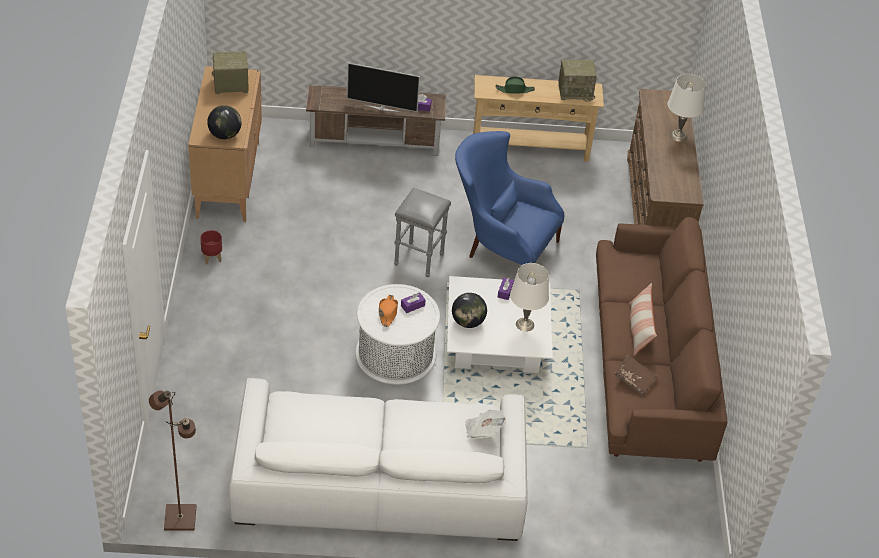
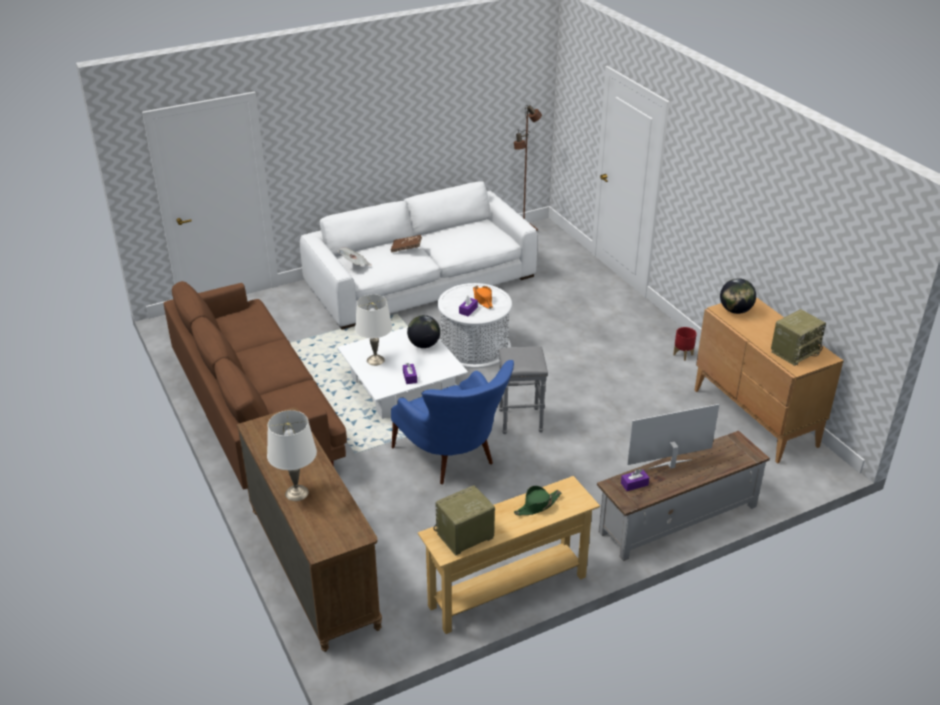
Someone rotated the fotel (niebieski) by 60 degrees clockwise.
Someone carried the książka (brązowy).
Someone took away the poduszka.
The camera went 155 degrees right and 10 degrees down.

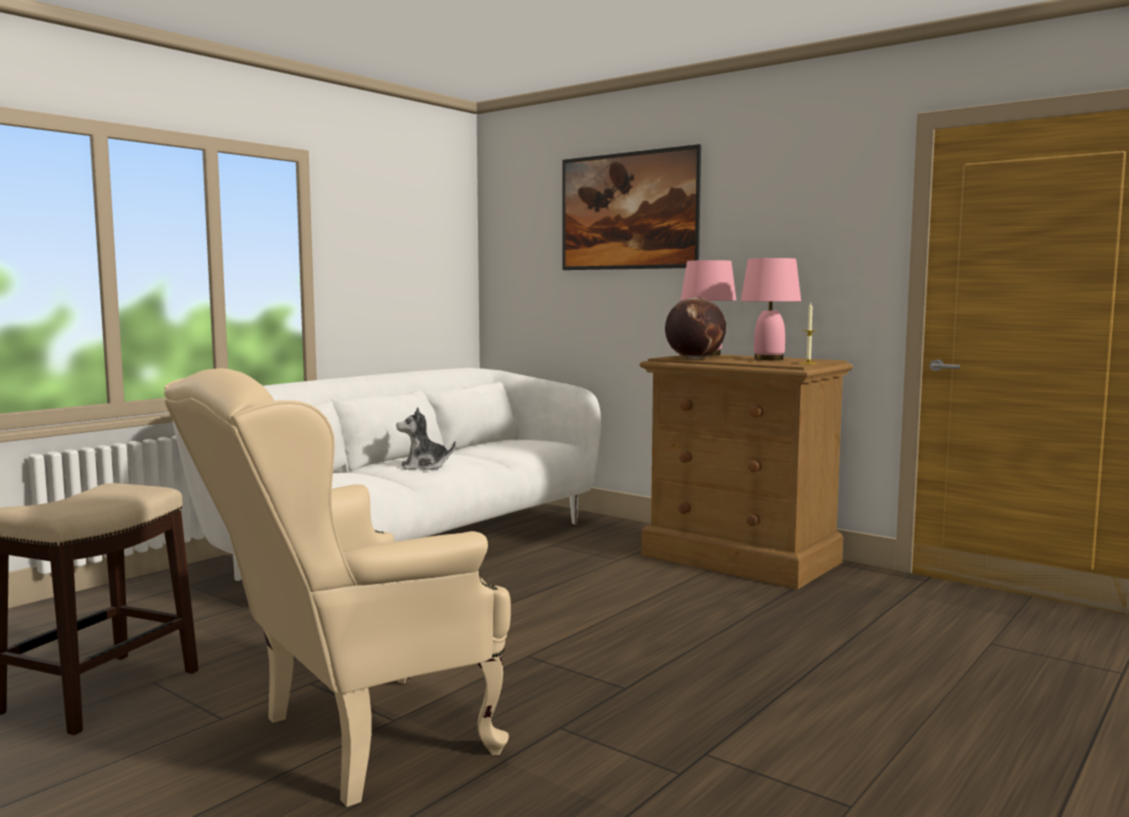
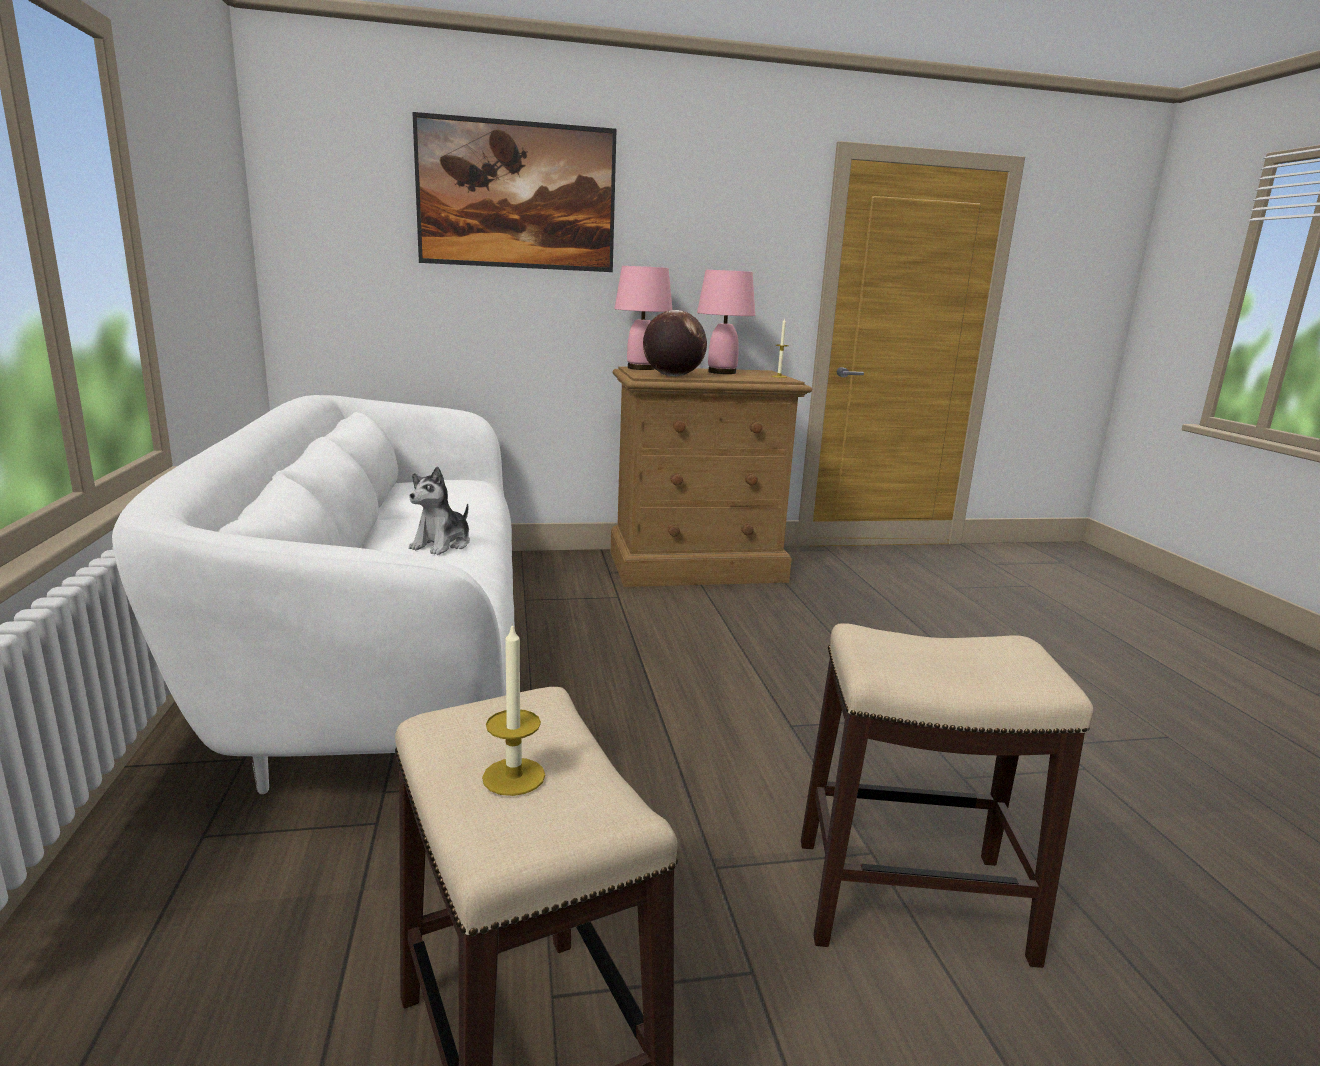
Someone swapped the fotel (beżowy) for the stołek (2nd from left).
Someone put down the świeca (1st from left).
The camera went 50 degrees left and 10 degrees up.

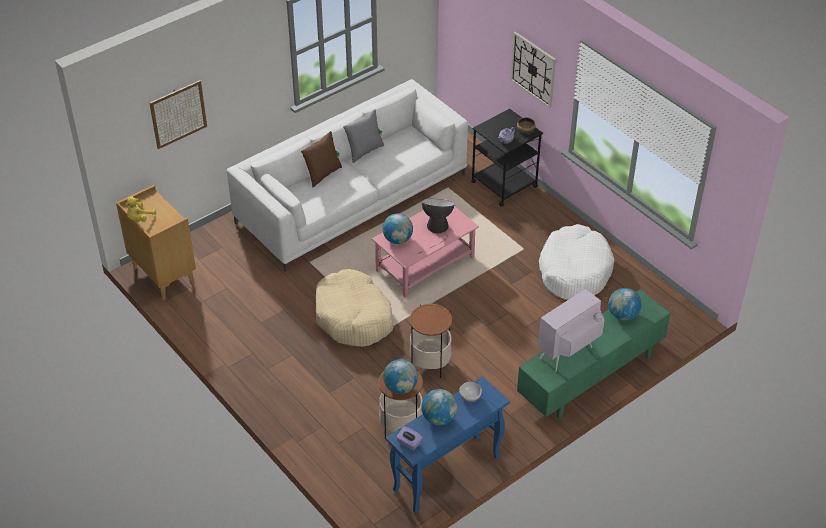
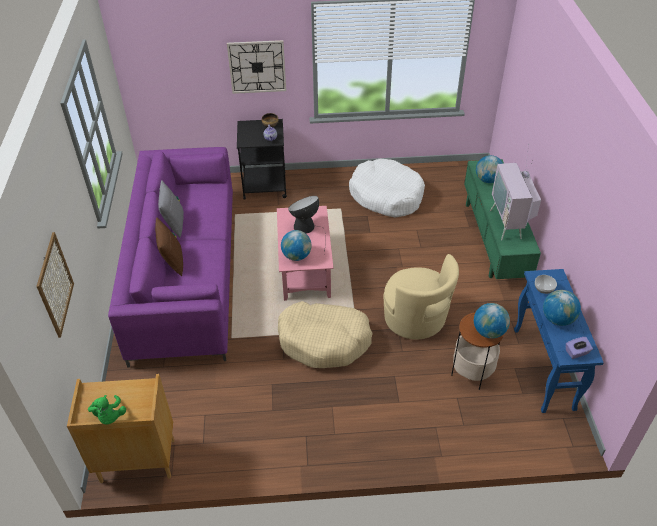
Someone repainted the pluszak (żółty), which became the pluszak (zielony).
Someone repainted the kanapa (biały), which became the kanapa (fioletowy).
Someone swapped the stolik (2nd from left) for the fotel (beżowy).
The camera went 55 degrees left and 0 degrees up.

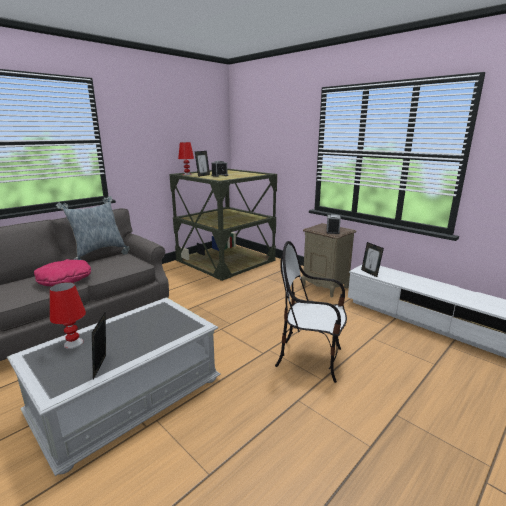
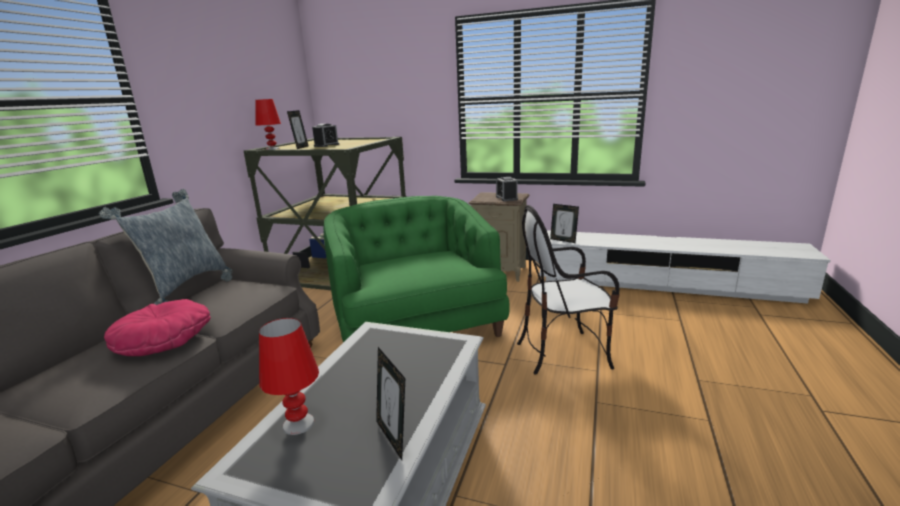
Someone put down the fotel (zielony).
The camera went 25 degrees left and 0 degrees up.

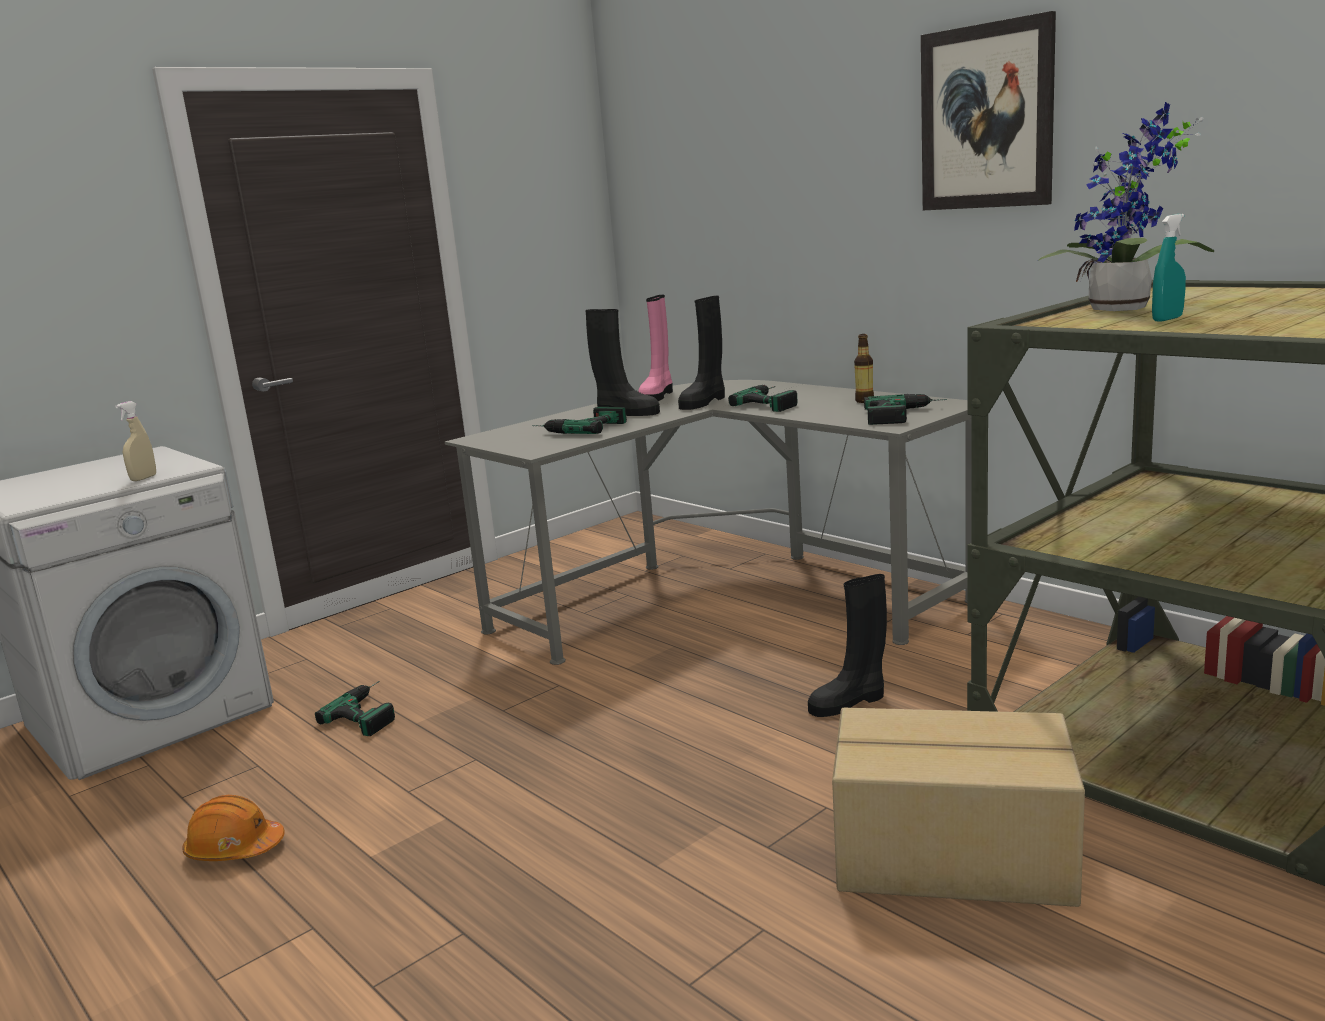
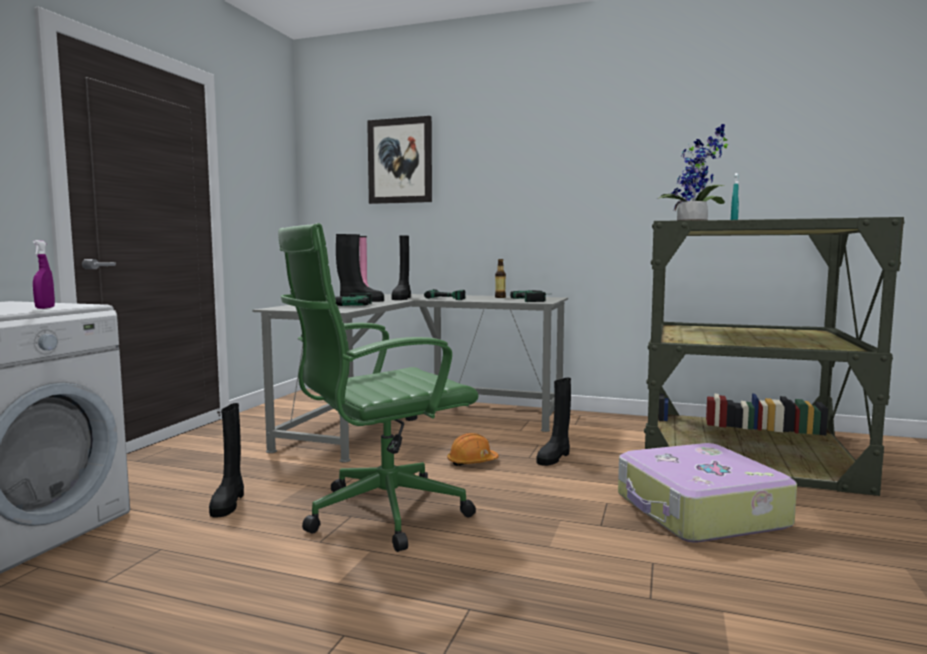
Someone repainted the spryskiwacz (beżowy), which became the spryskiwacz (fioletowy).
Someone carried the kask (pomarańczowy).
Someone swapped the wiertarka (1st from left) for the but z cholewką (czarny) (1st from left).
Someone swapped the karton for the walizka.
Someone carried the obraz.
Someone put down the krzesło biurowe (zielony).
The camera went 30 degrees left and 10 degrees down.

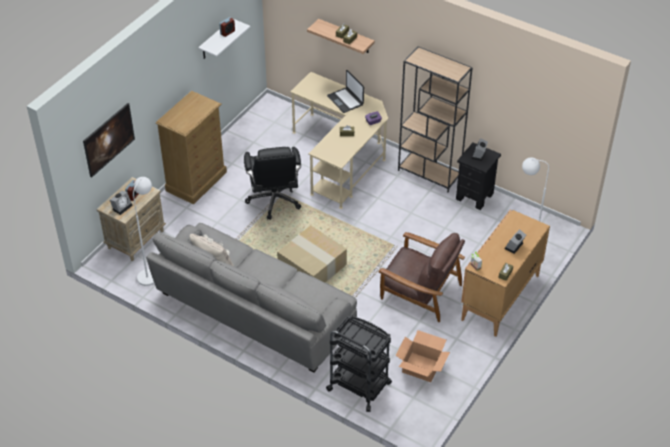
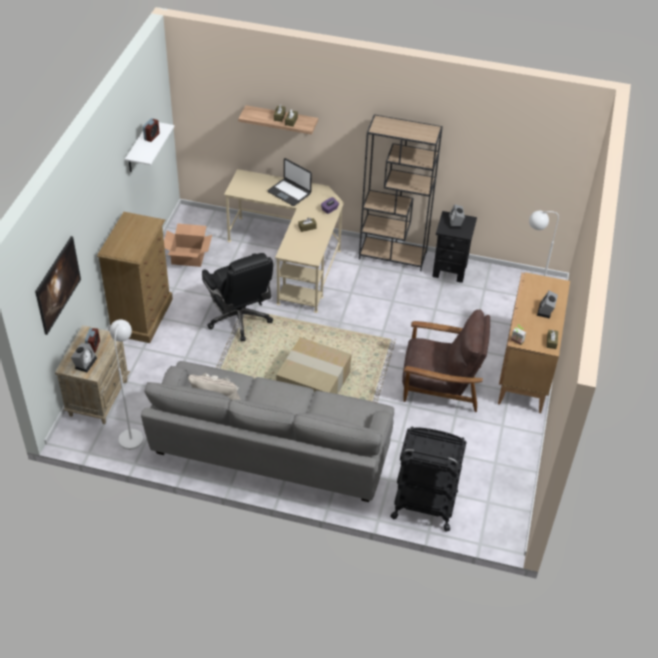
Someone carried the karton (2nd from left in the first image).
The camera went 20 degrees left and 0 degrees up.

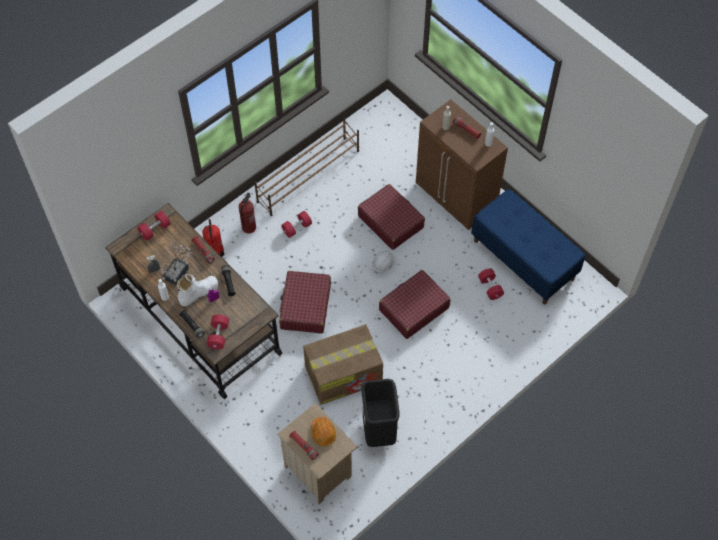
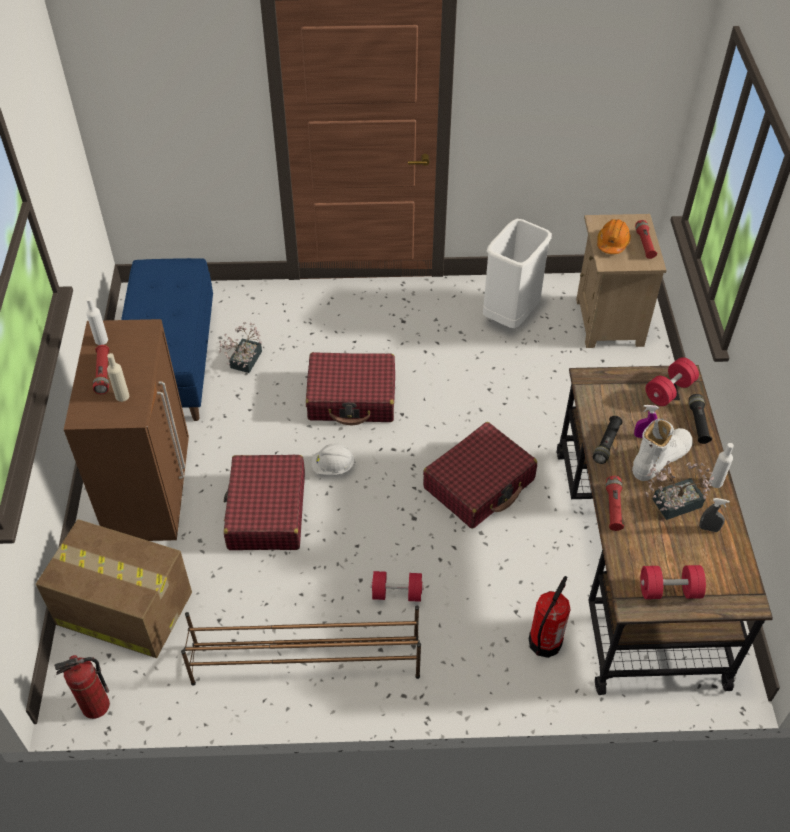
Someone rotated the but z cholewką (biały) by 135 degrees clockwise.
Someone carried the gaśnica (2nd from left in the first image).
Someone carried the karton.
Someone repainted the kosz na śmieci (czarny), which became the kosz na śmieci (biały).
Someone swapped the hantel (czerwony) (4th from left) for the roślina doniczkowa (1st from left).
The camera went 140 degrees left and 10 degrees down.

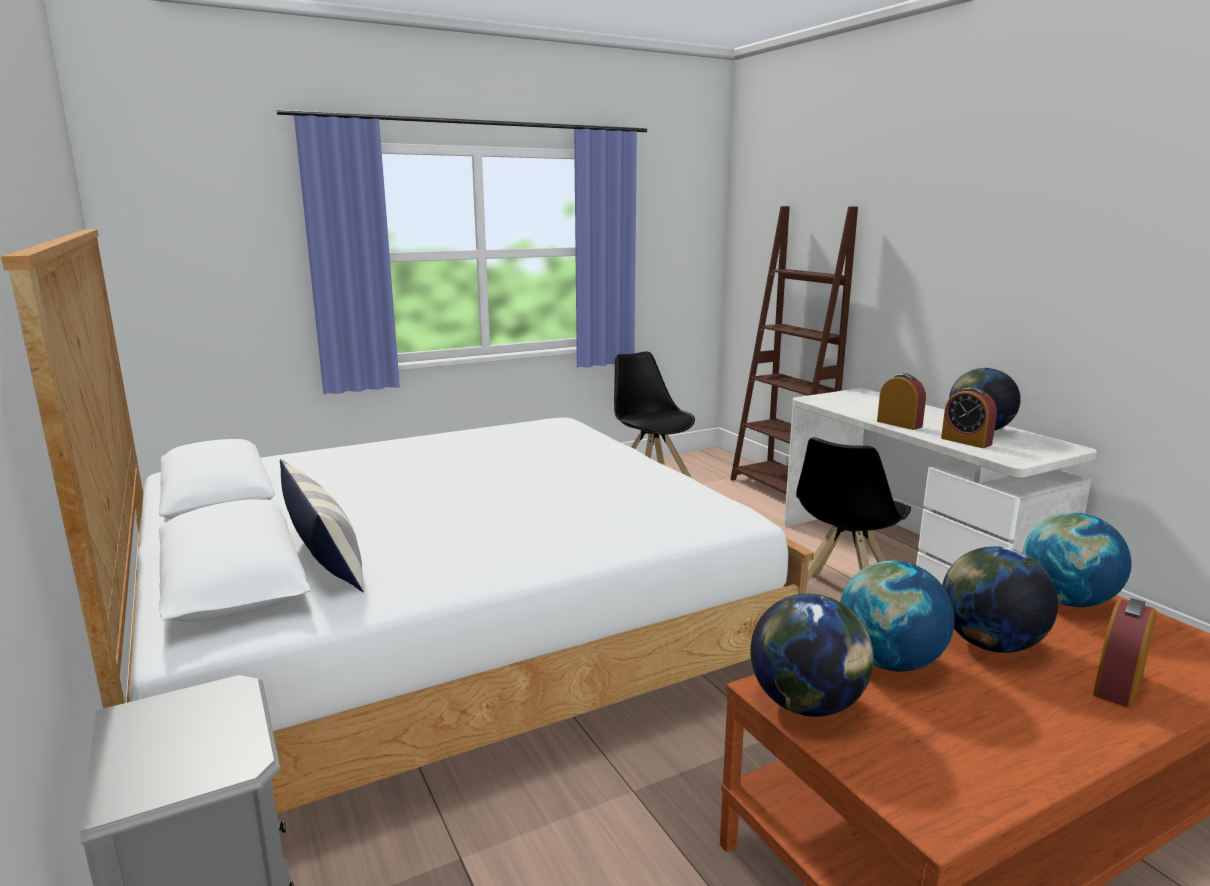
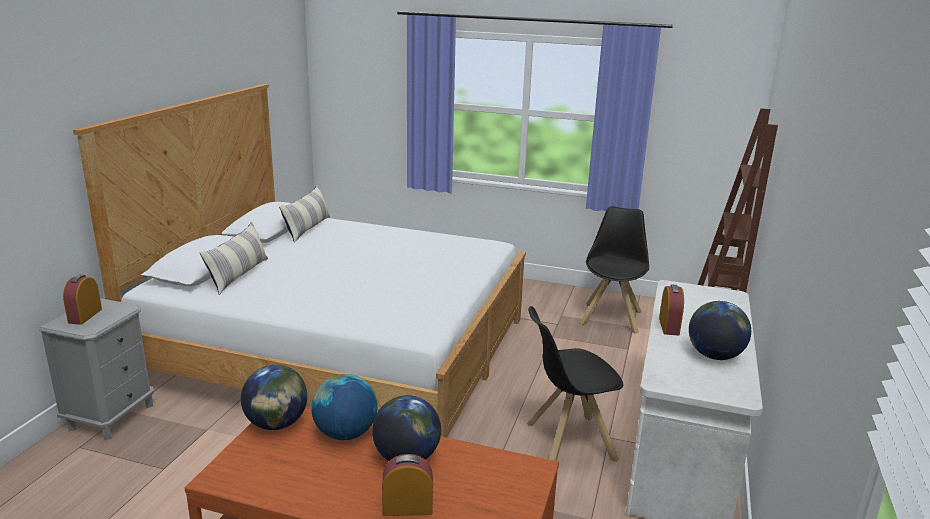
Someone carried the budzik (2nd from left in the first image).
Someone took away the globus (5th from left).
Someone put down the poduszka (2nd from left).
The camera went 45 degrees right and 5 degrees up.

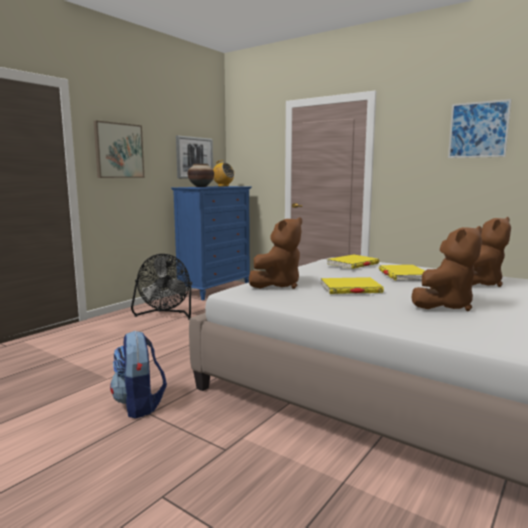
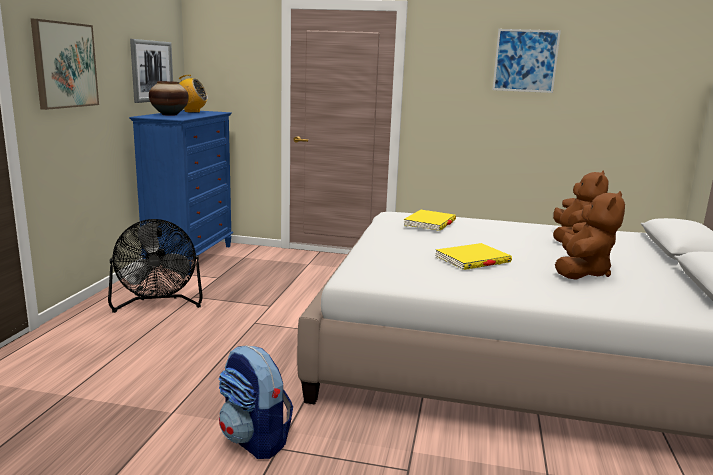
Someone took away the pluszak (brązowy) (1st from left).
Someone took away the książka (żółty) (3rd from left).
The camera went 25 degrees left and 5 degrees up.

